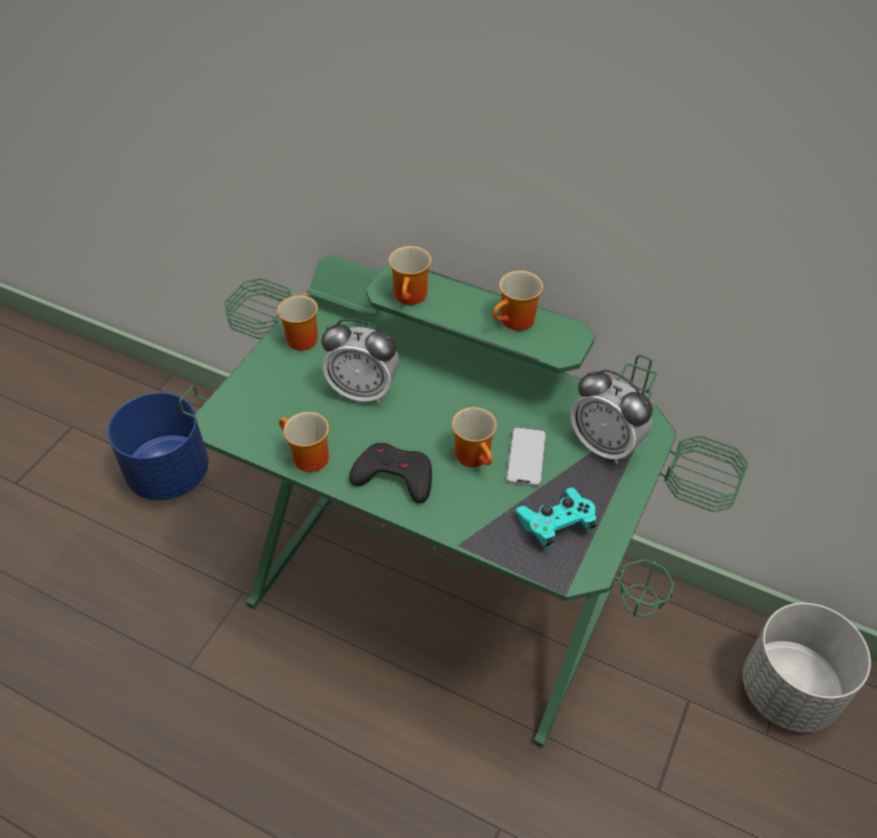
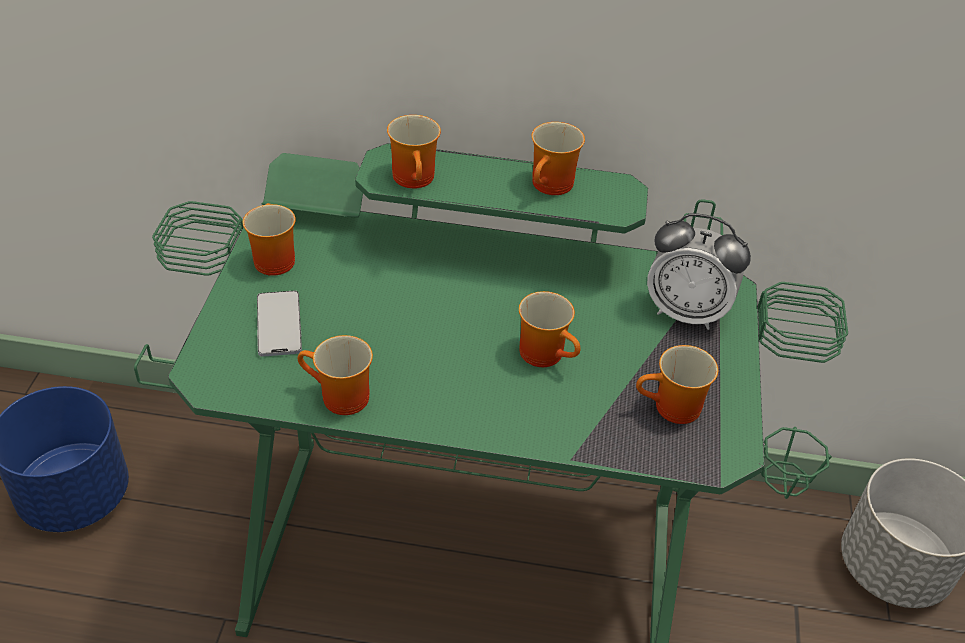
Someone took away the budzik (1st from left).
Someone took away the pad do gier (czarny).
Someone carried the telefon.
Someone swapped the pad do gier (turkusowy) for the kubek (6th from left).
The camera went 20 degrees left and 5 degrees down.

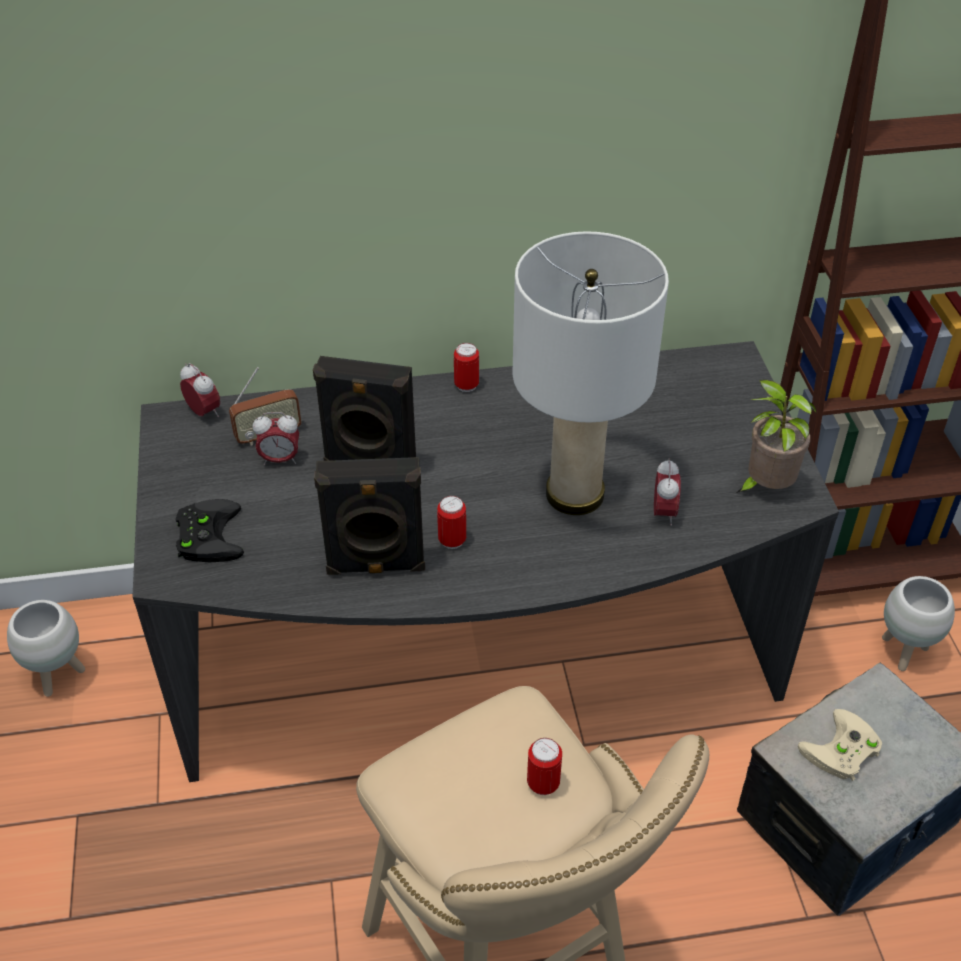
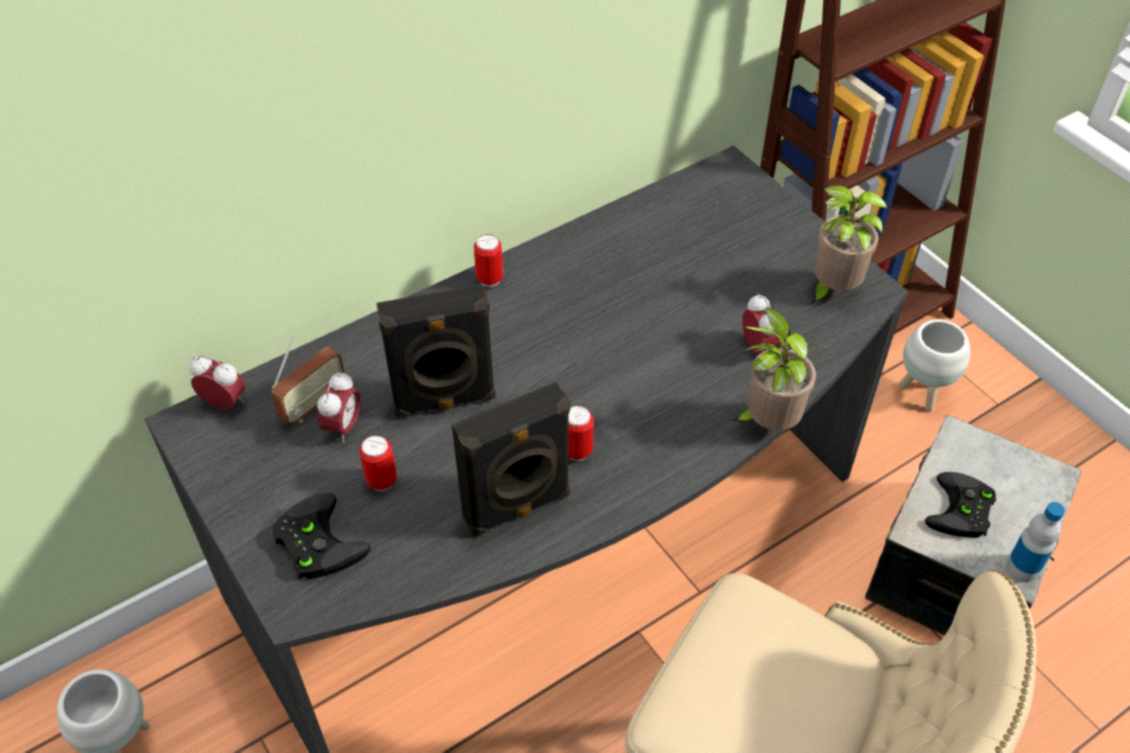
Someone rotated the budzik (2nd from left) by 45 degrees counterclockwise.
Someone took away the lampa stołowa (biały).
Someone carried the puszka (3rd from left in the first image).
Someone repainted the pad do gier (beżowy), which became the pad do gier (czarny) (2nd from left).
Someone put down the roślina doniczkowa (1st from left).
Someone put down the butelka.
The camera went 25 degrees left and 5 degrees up.

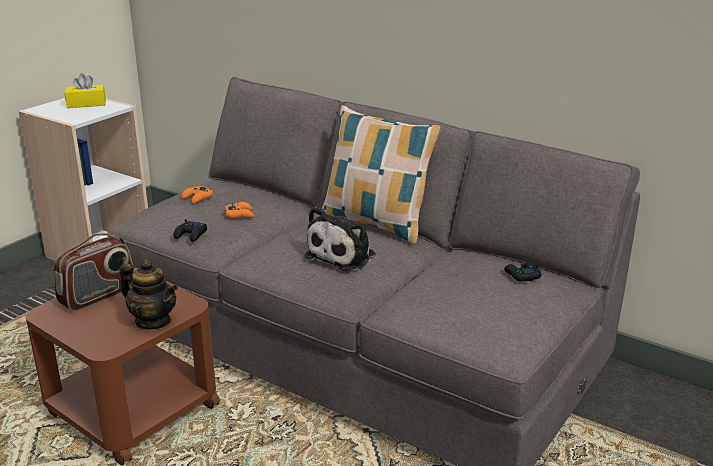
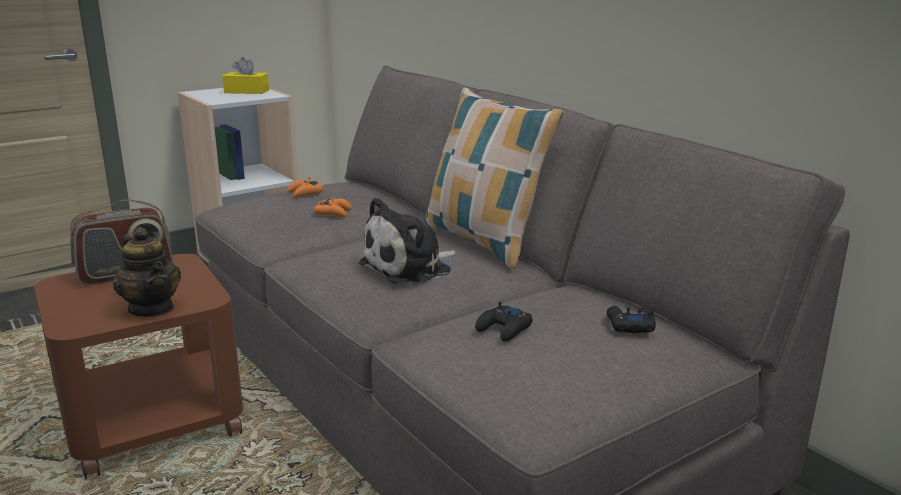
Someone carried the pad do gier (czarny) (1st from left).
The camera went 20 degrees right and 5 degrees down.

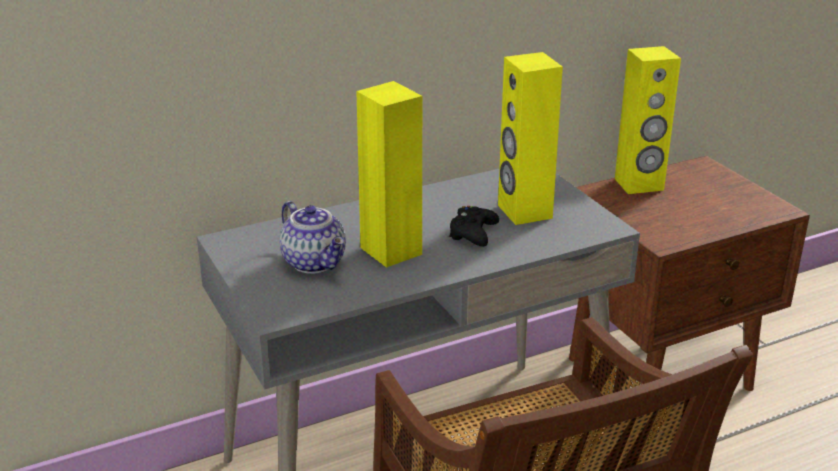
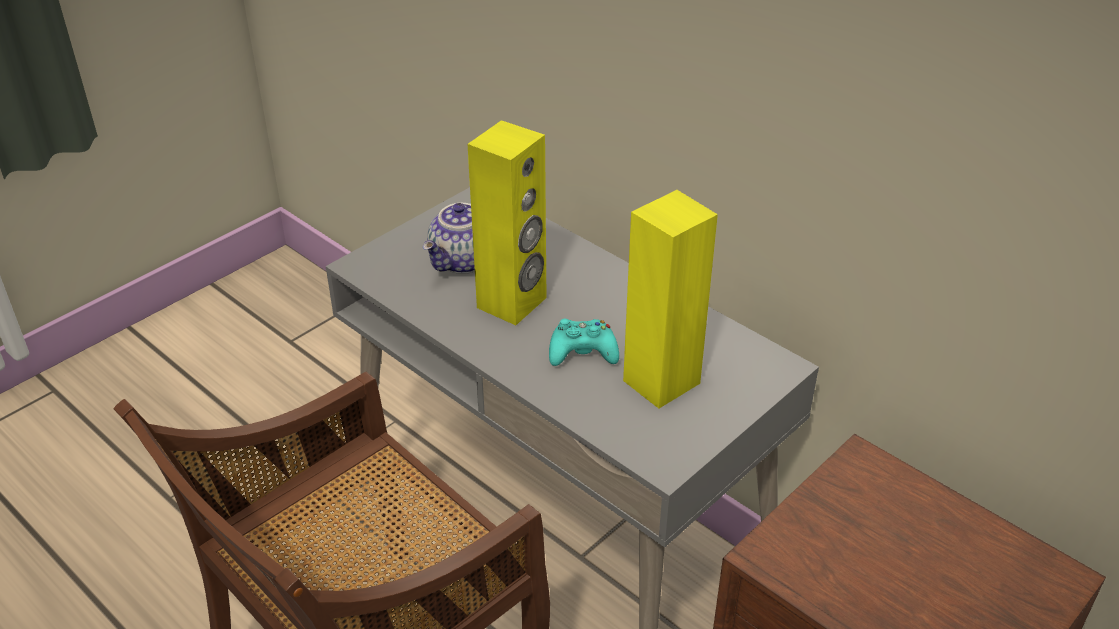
Someone repainted the pad do gier (czarny), which became the pad do gier (turkusowy).
Someone took away the głośnik (żółty) (3rd from left).
The camera went 70 degrees right and 10 degrees up.

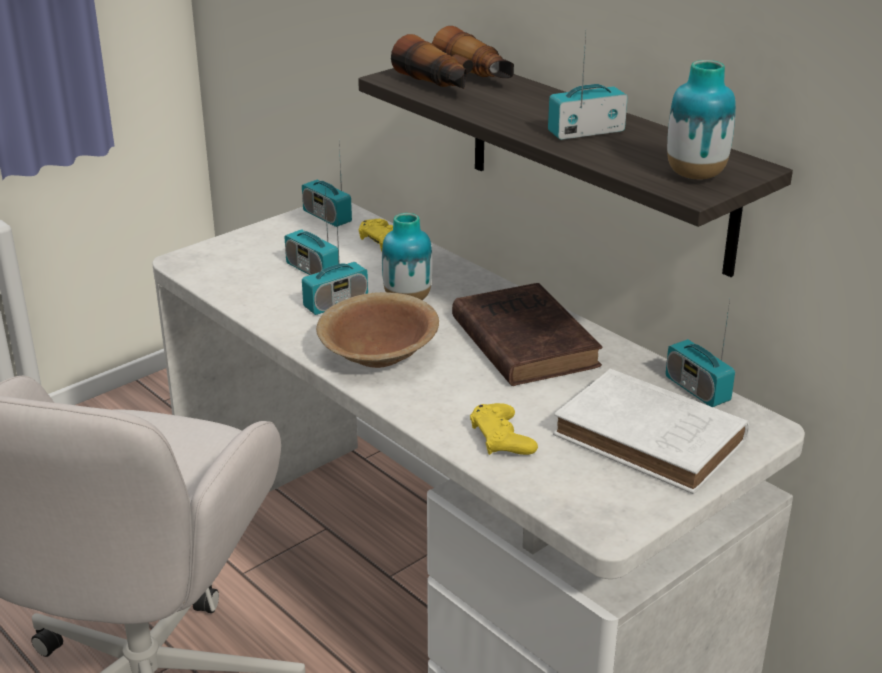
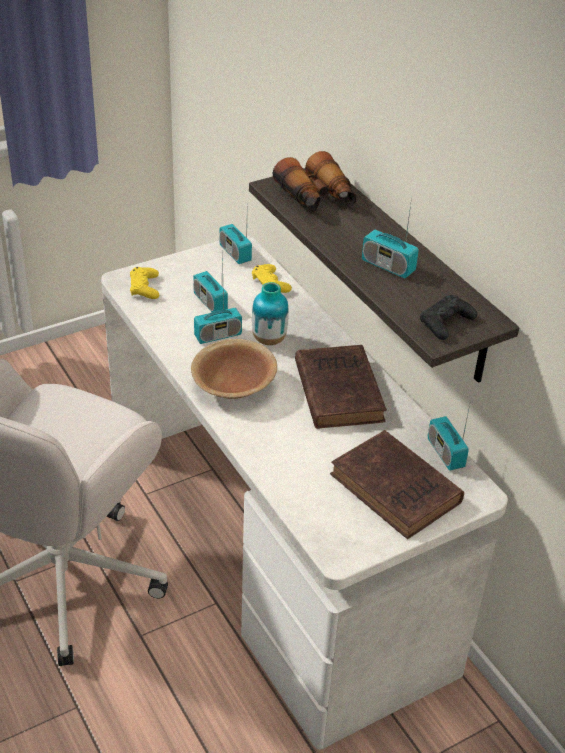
Someone carried the pad do gier (żółty) (2nd from left in the first image).
Someone rotated the radio (4th from left) by 135 degrees counterclockwise.
Someone repainted the książka (biały), which became the książka (brązowy) (2nd from left).
Someone swapped the wazon (2nd from left) for the pad do gier (czarny).
The camera went 10 degrees right and 10 degrees up.

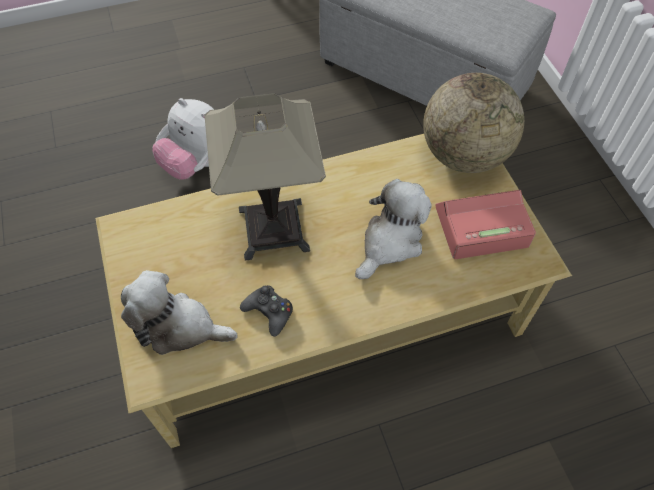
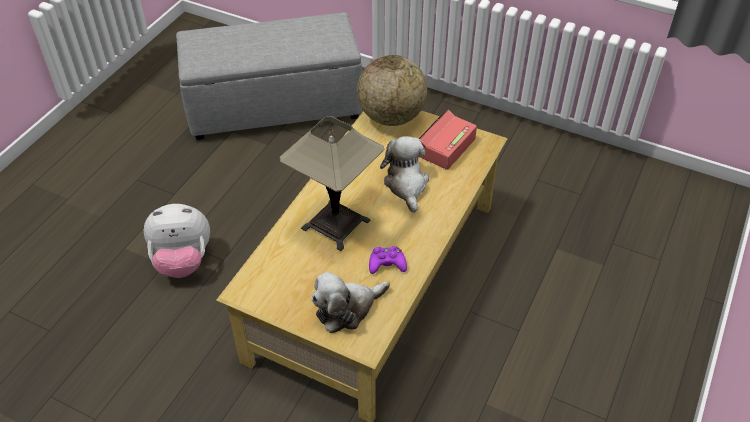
Someone repainted the pad do gier (czarny), which became the pad do gier (fioletowy).
The camera went 45 degrees left and 10 degrees down.

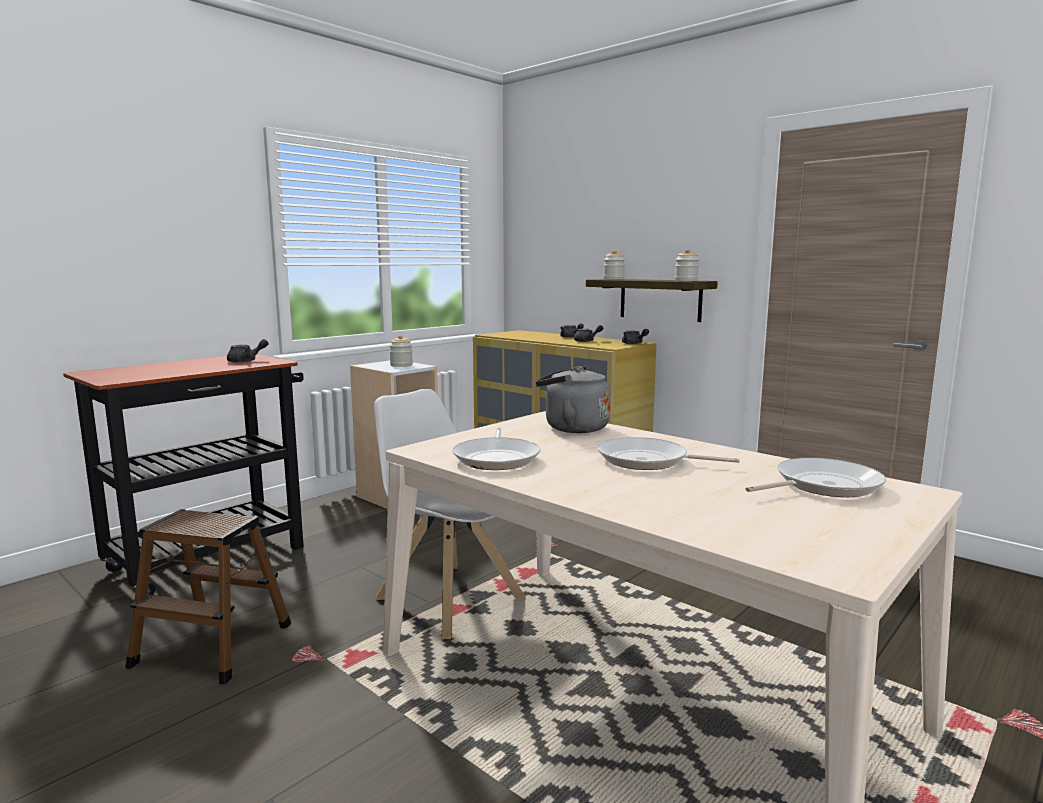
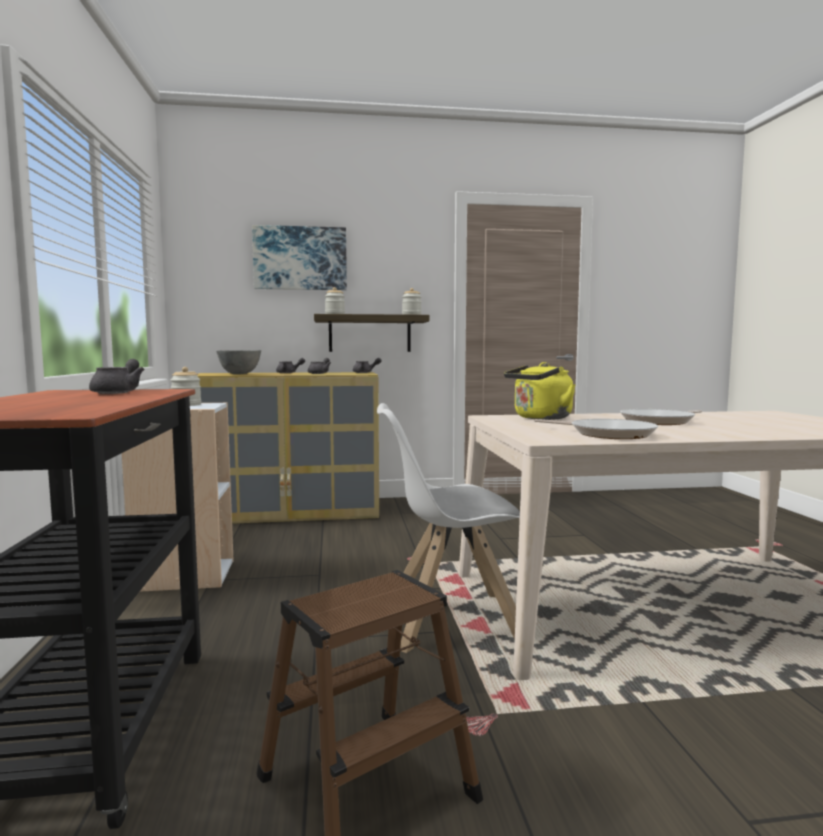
Someone repainted the czajnik (szary), which became the czajnik (żółty).
Someone took away the patelnia (3rd from left).
Someone put down the miska (szary).
Someone put up the obraz.
The camera went 50 degrees left and 5 degrees down.

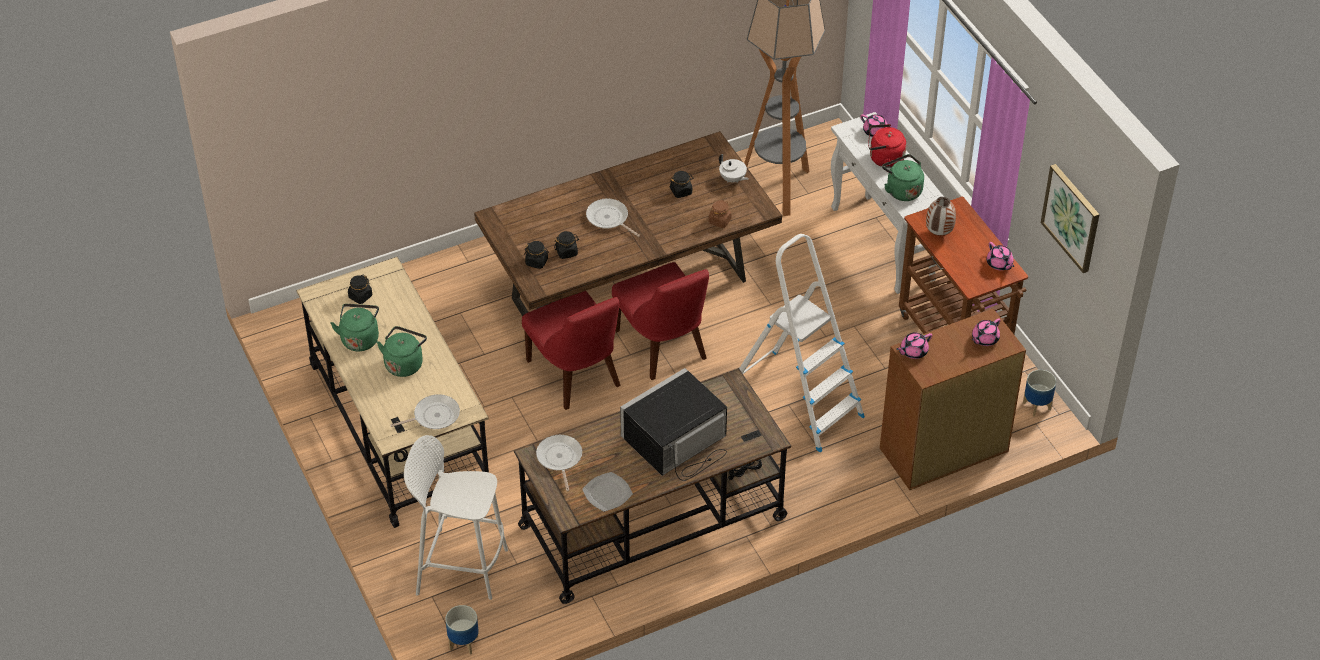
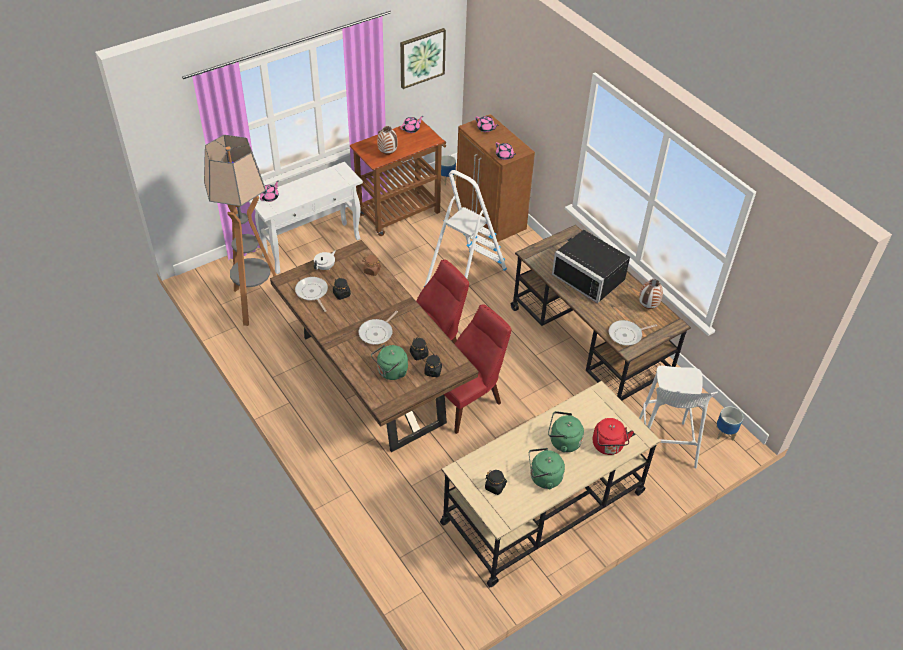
Someone carried the patelnia (1st from left).
Someone swapped the talerz for the wazon (2nd from left).
Someone carried the czajnik (czerwony).
Someone carried the czajnik (zielony) (3rd from left in the first image).
The camera went 100 degrees left and 0 degrees up.

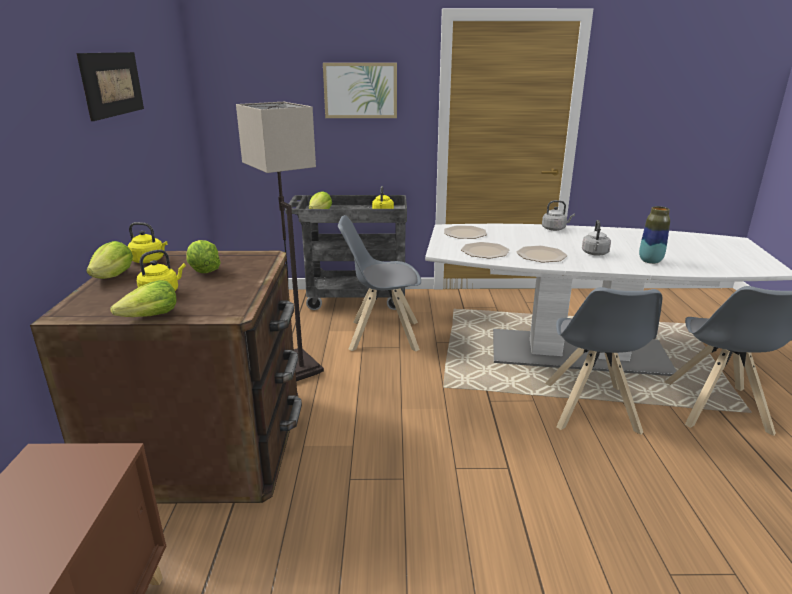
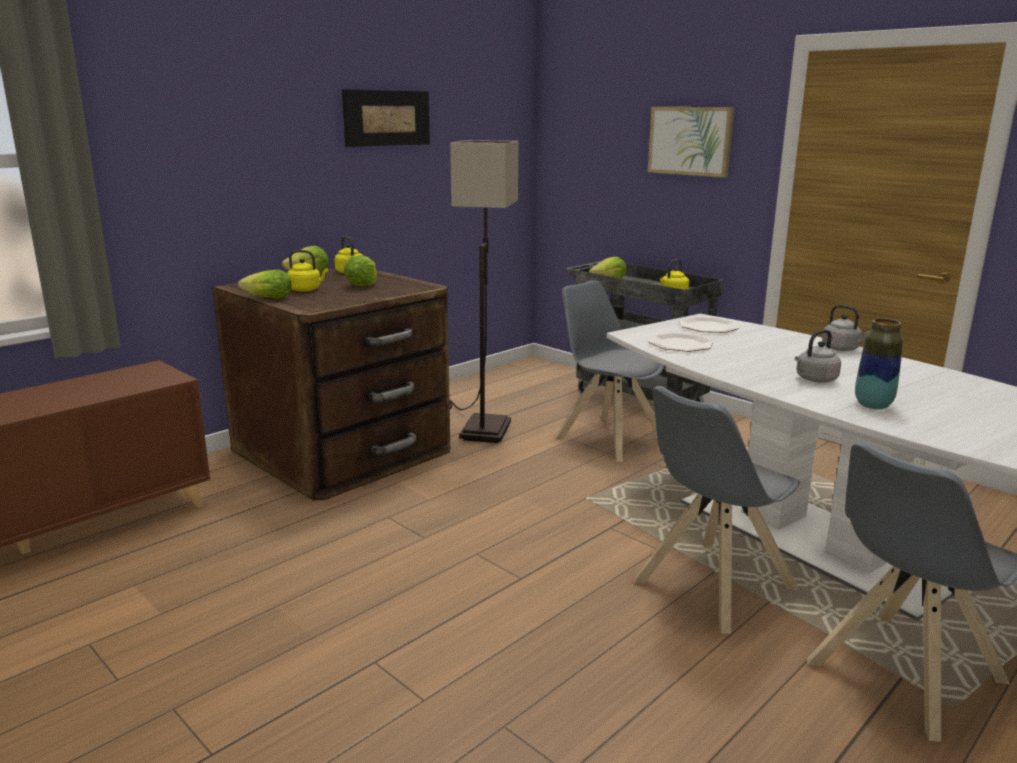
Someone took away the talerz (3rd from left).
The camera went 45 degrees right and 5 degrees down.

